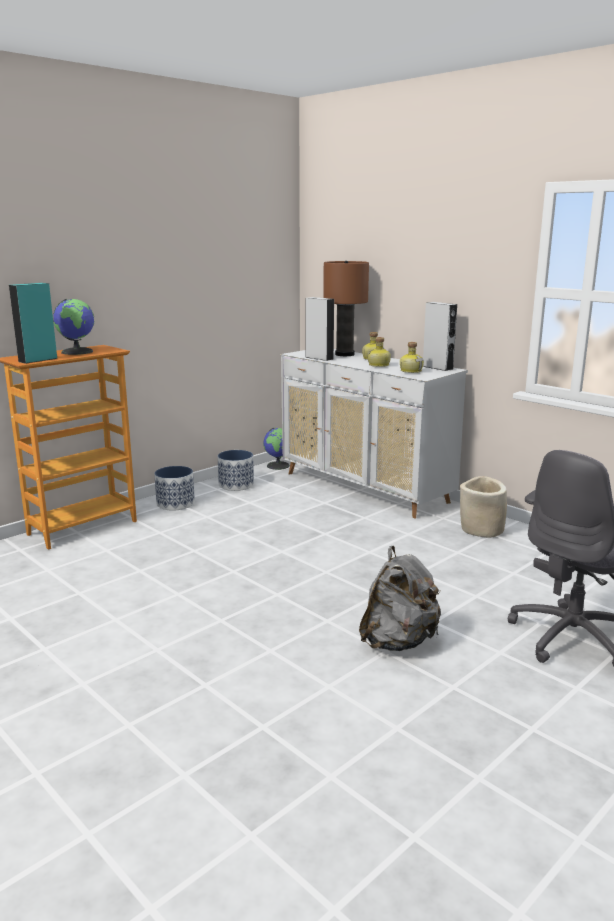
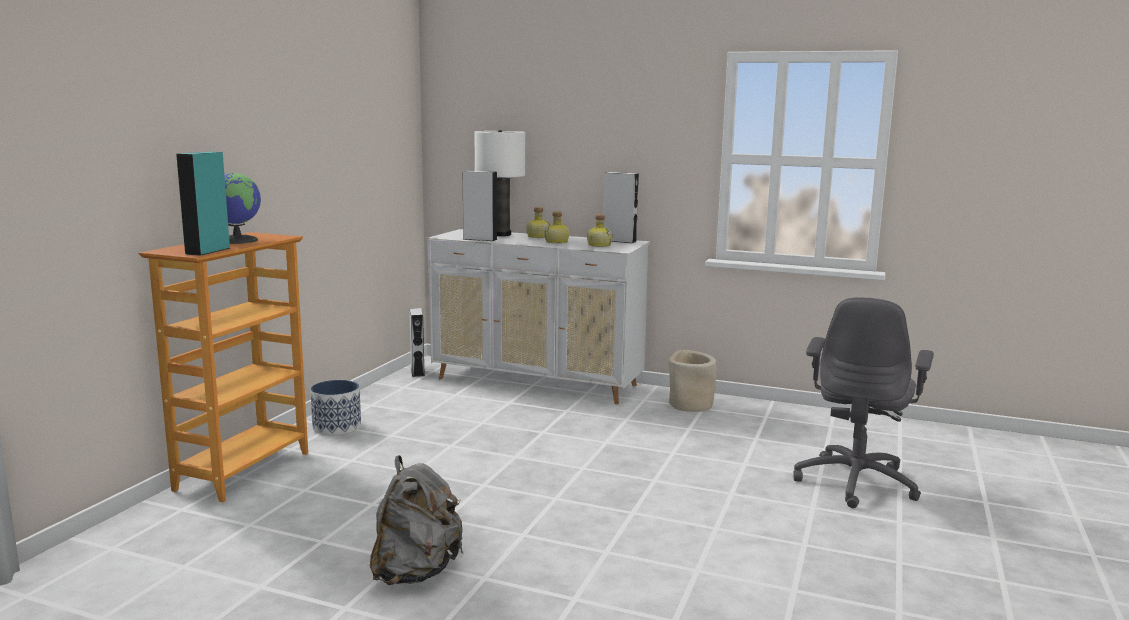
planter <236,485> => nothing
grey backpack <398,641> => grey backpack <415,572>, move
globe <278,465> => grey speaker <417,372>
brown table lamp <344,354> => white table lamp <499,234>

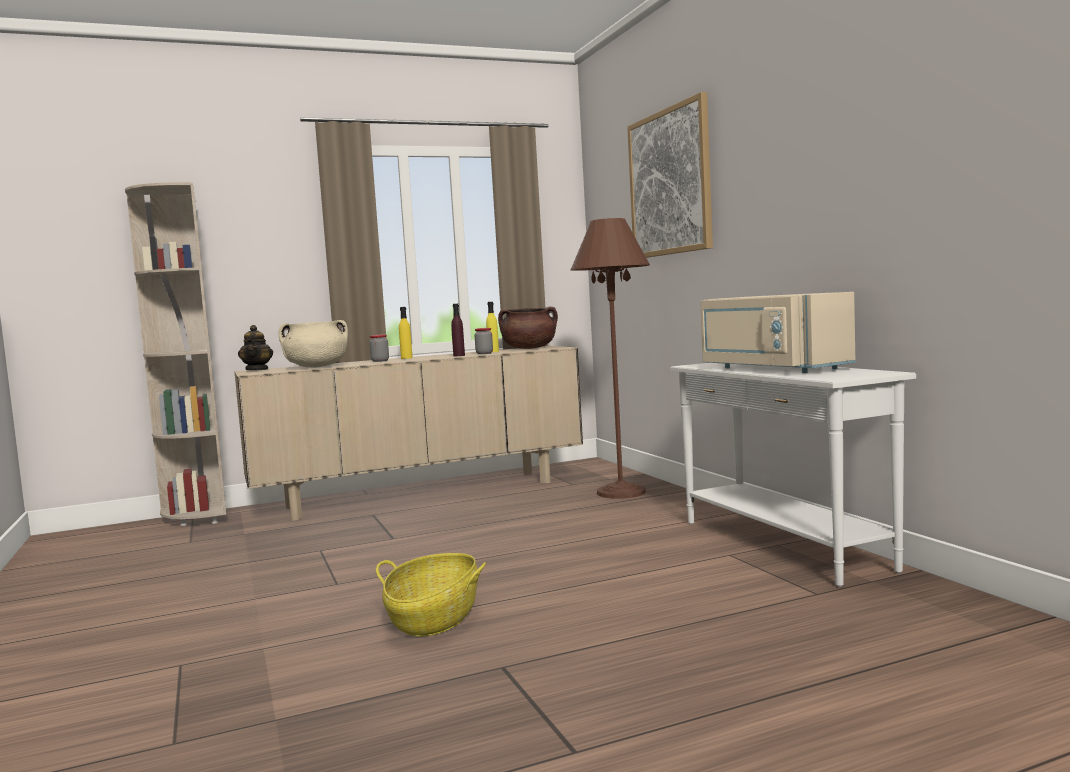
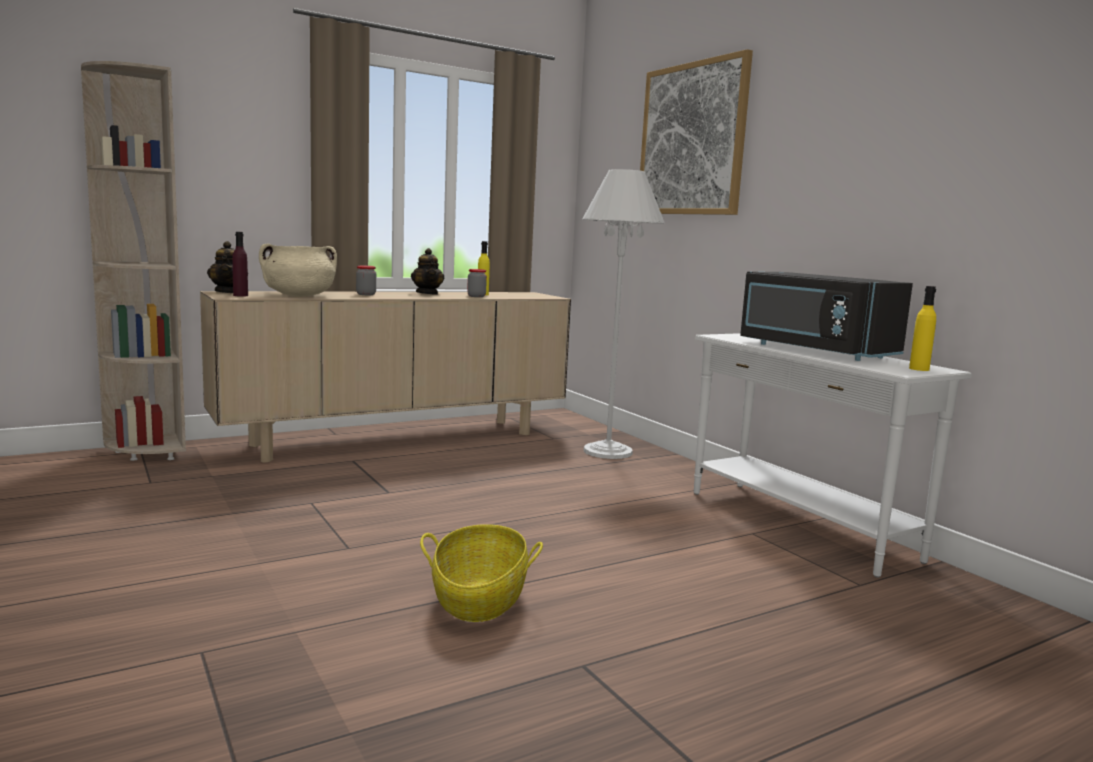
brown cooking pot <529,348> => nothing
nothing => teapot <427,293>
yellow bottle <406,358> => yellow bottle <919,369>, move
purple bottle <459,355> => purple bottle <240,295>, move
brown floor lamp <621,492> => white floor lamp <608,451>
beige microwave <770,369> => black microwave <812,350>

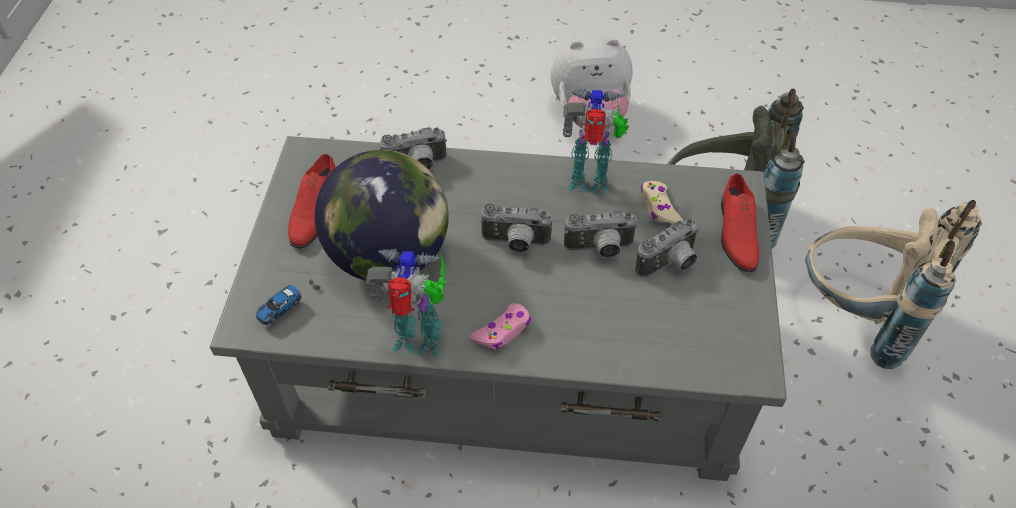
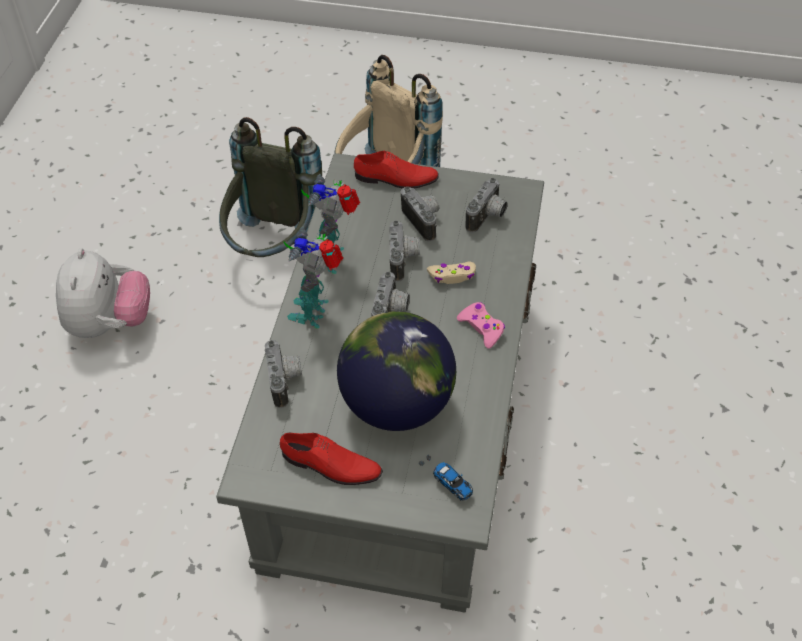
nothing => photo camera <488,217>
toy robot <420,342> => toy robot <314,310>, move
beige game controller <659,208> => beige game controller <452,276>, move

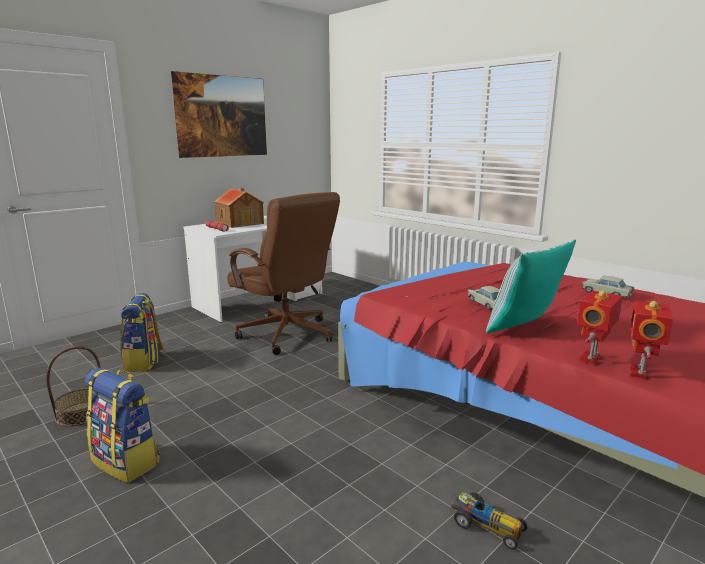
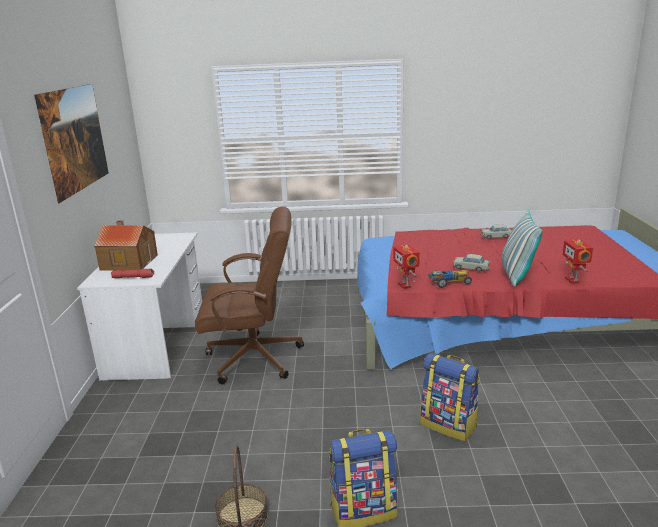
backpack <144,362> => backpack <449,425>, move
toy car <485,525> => toy car <448,282>, move
toy robot <640,373> => toy robot <405,285>, move

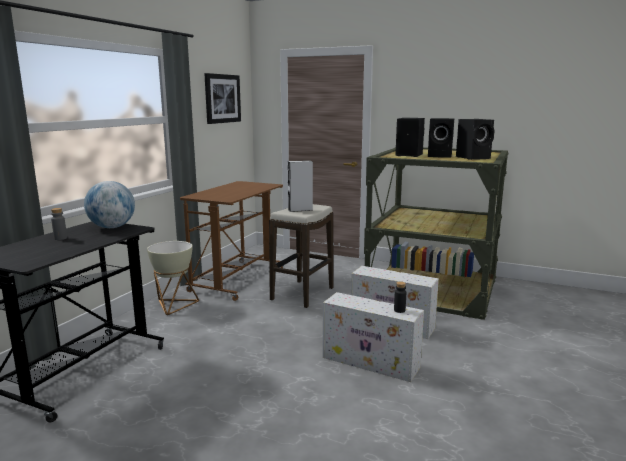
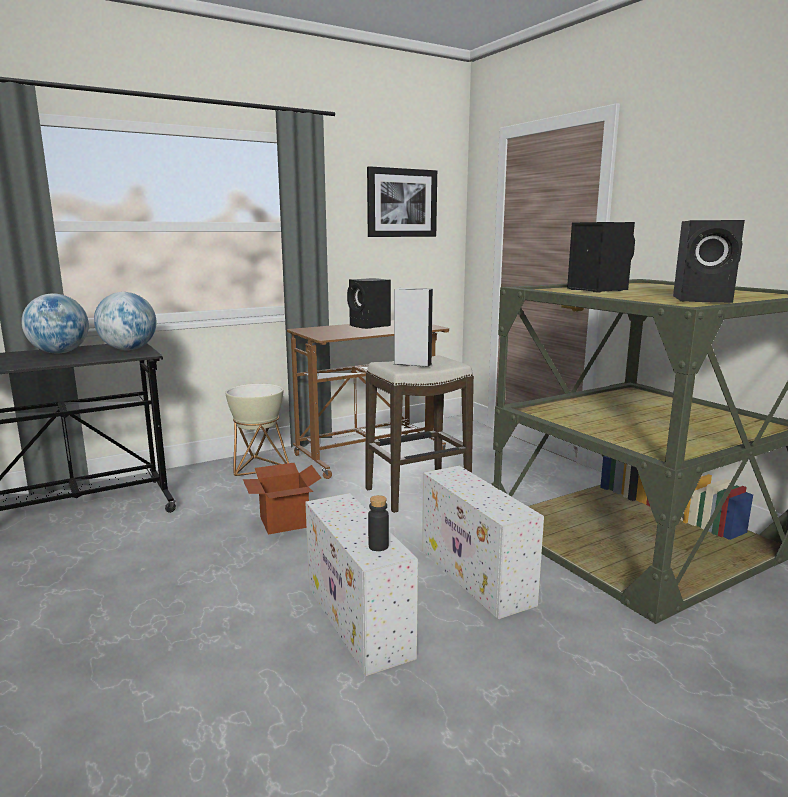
nothing => cardboard box <284,522>
black speaker <441,156> => black speaker <370,326>, move
grey bottle <60,238> => globe <60,353>

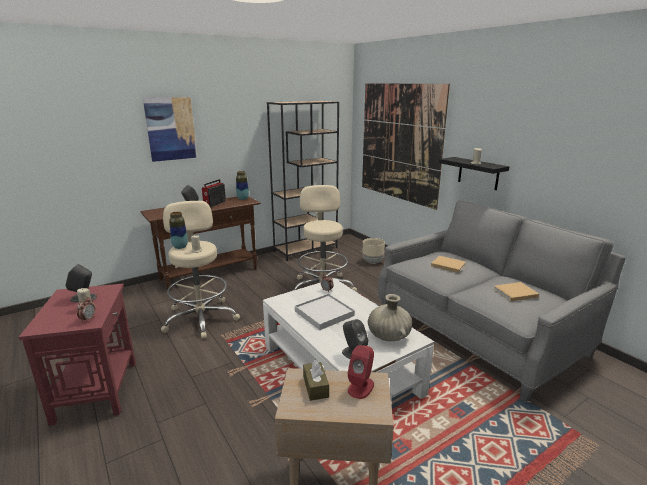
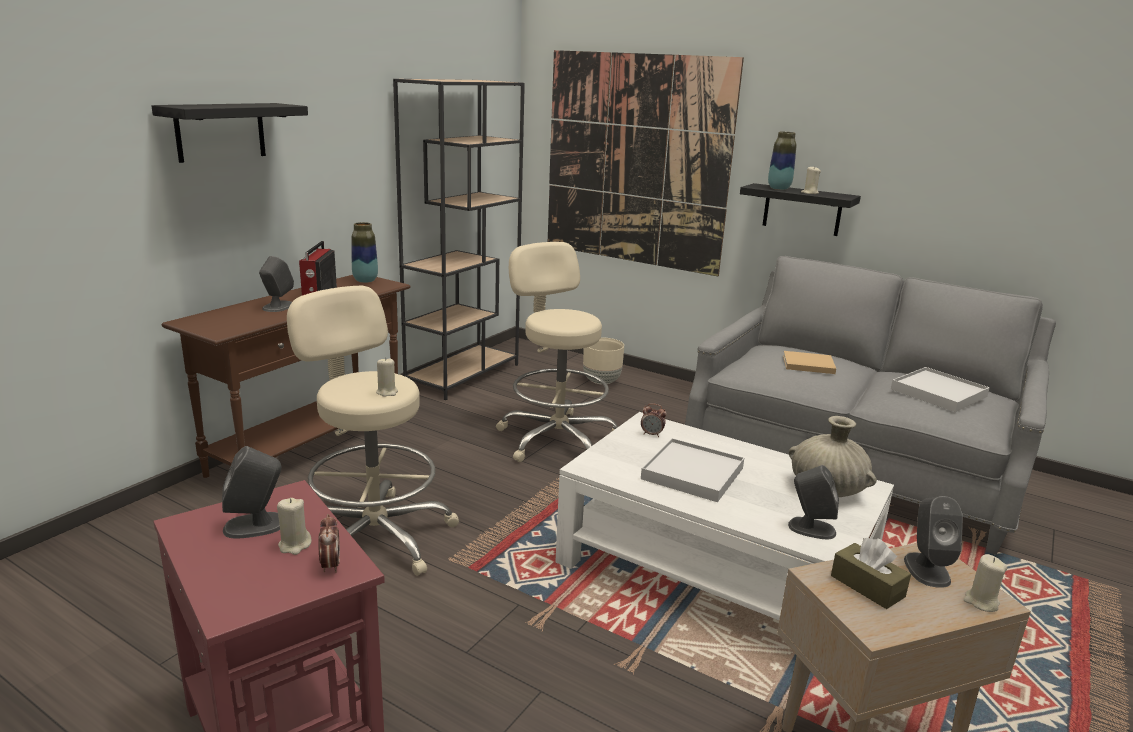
nothing => beige candle <981,602>
vase <180,247> => vase <779,189>, move
picture <171,129> => black shelf <220,131>
beige book <514,293> => white tray <938,393>
red speaker <361,387> => grey speaker <926,569>

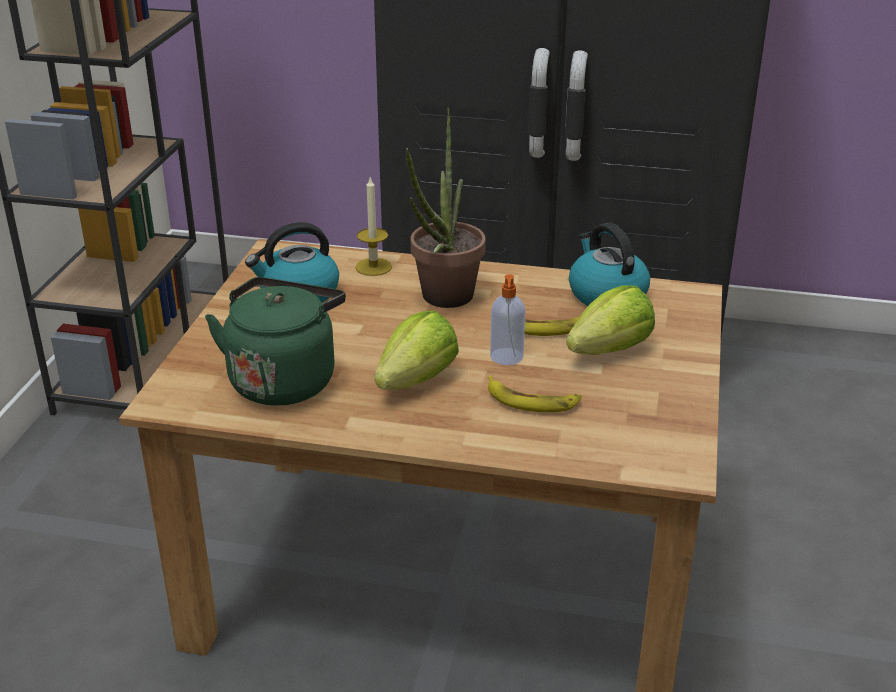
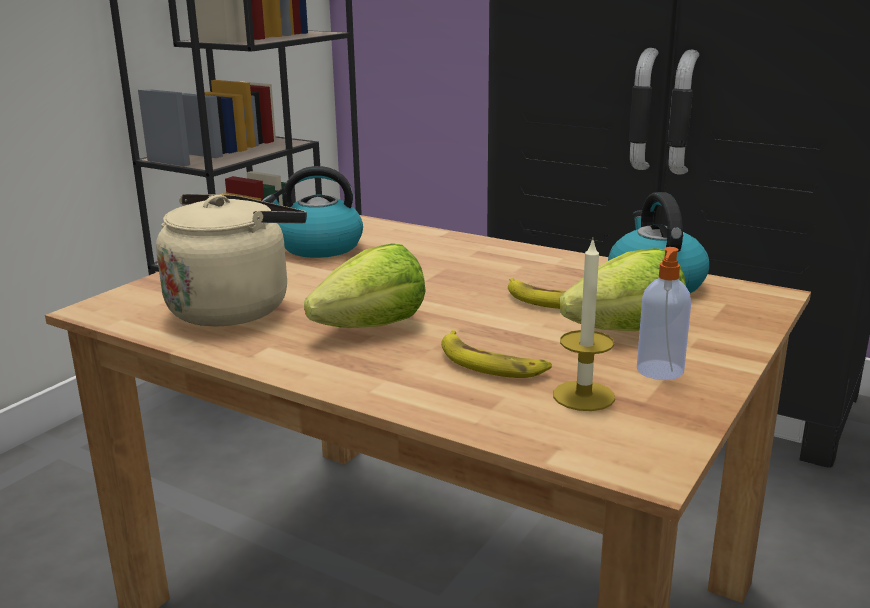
potted plant <442,301> => nothing
candle <373,267> => candle <583,396>, move
soap dispenser <506,357> => soap dispenser <659,371>, move
green kettle <284,379> => beige kettle <234,307>

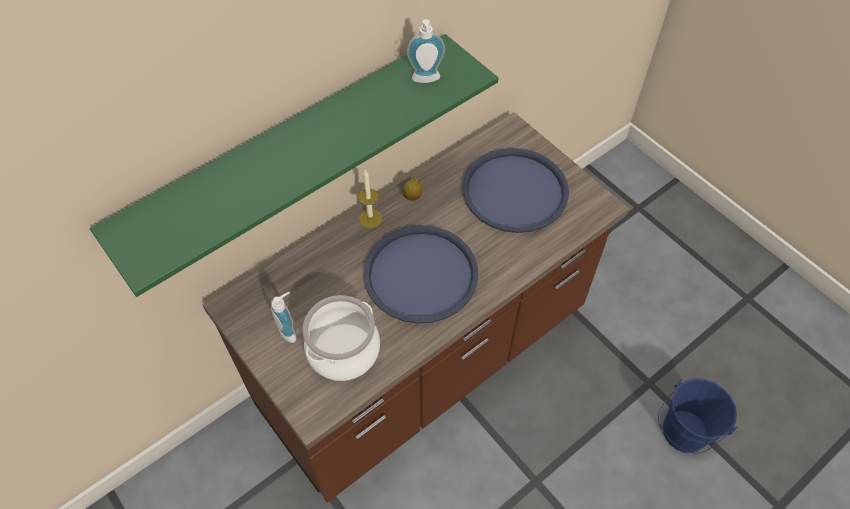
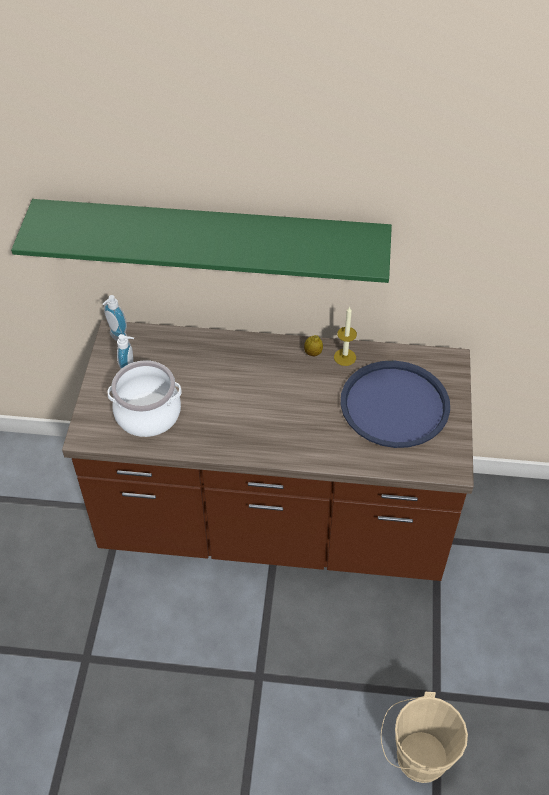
blue tray <421,274> => nothing
candle <370,218> => candle <345,357>, move
soap dispenser <426,80> => soap dispenser <117,338>, move
blue bucket <681,435> => beige bucket <415,757>

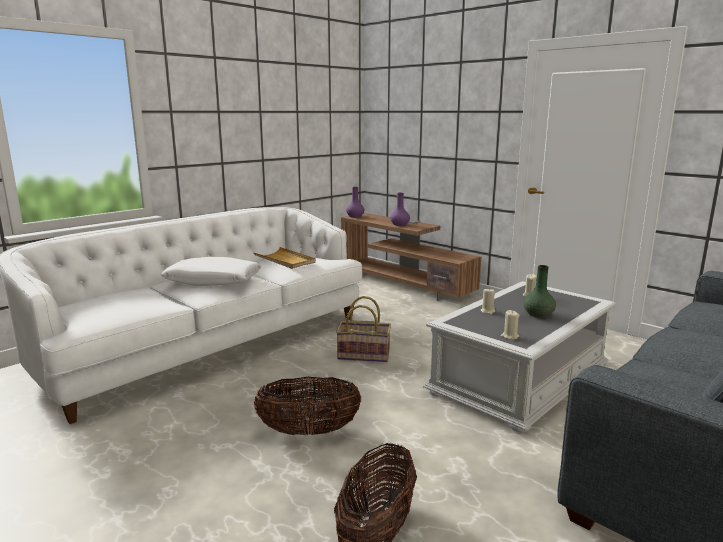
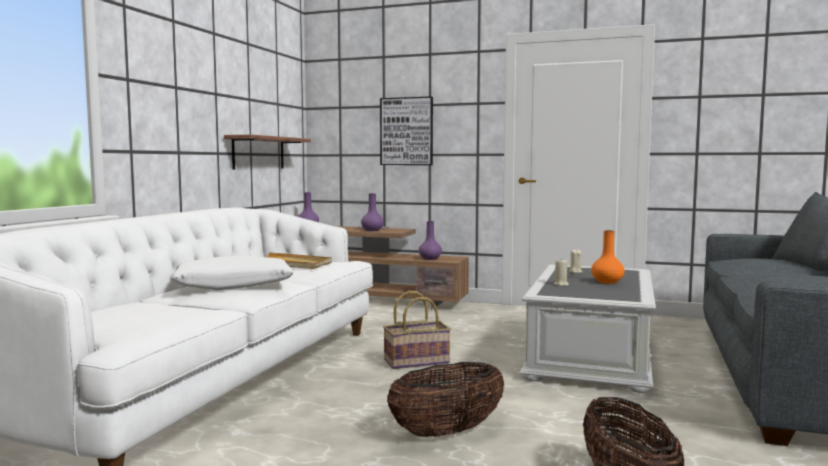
beige candle <509,336> => nothing
nothing => shelf <258,153>
nothing => picture <406,131>
nothing => purple vase <430,258>
green vase <538,314> => orange vase <607,282>

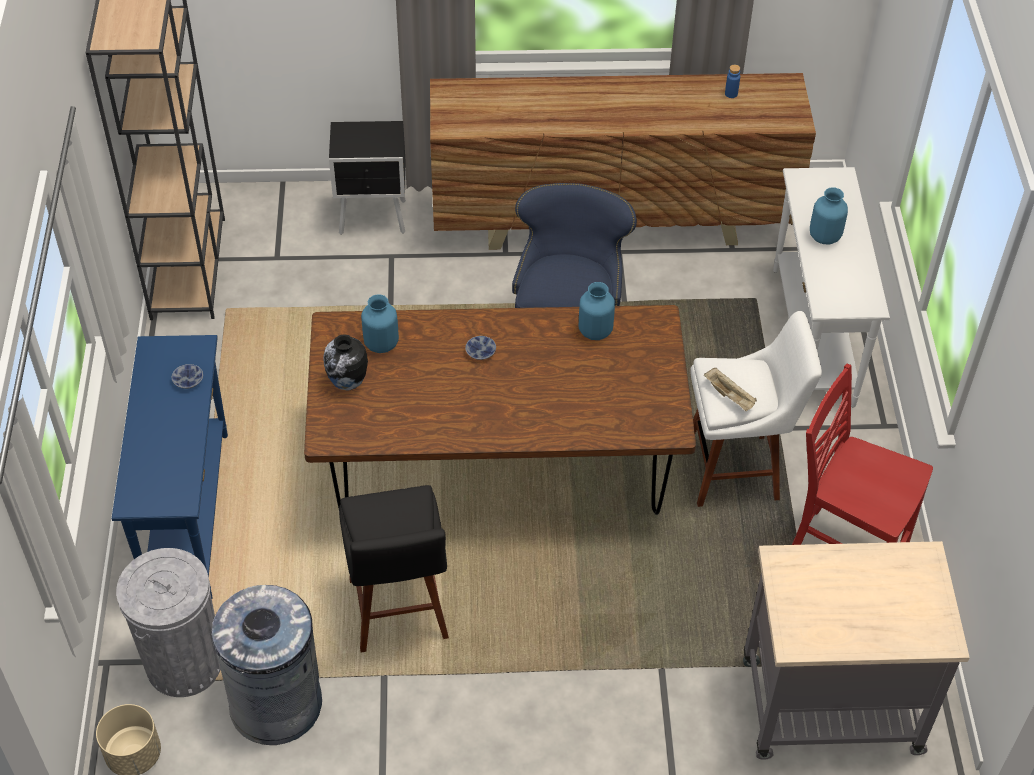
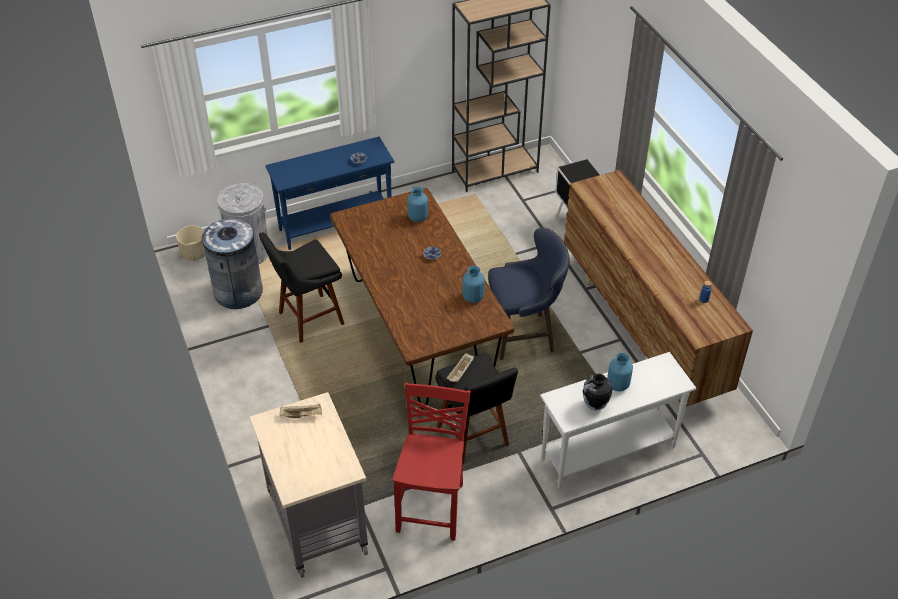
nothing => beige tray <302,415>
vase <348,384> => vase <594,406>, move
white stool <737,470> => black stool <474,439>

